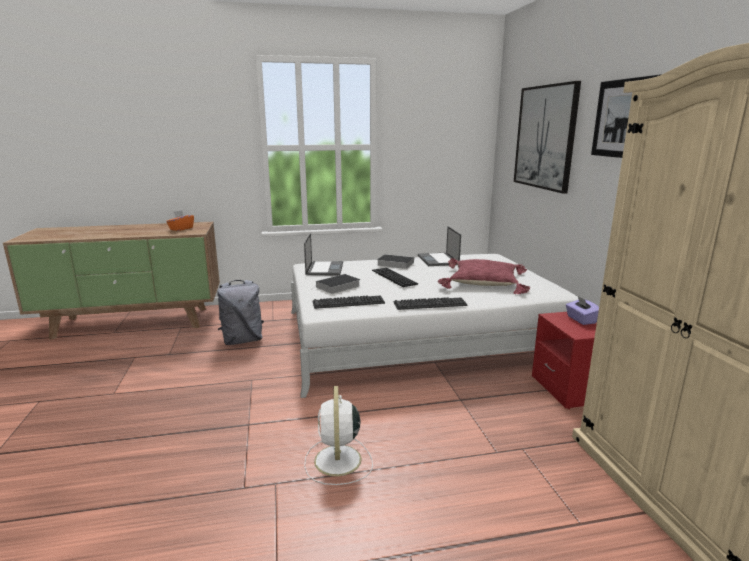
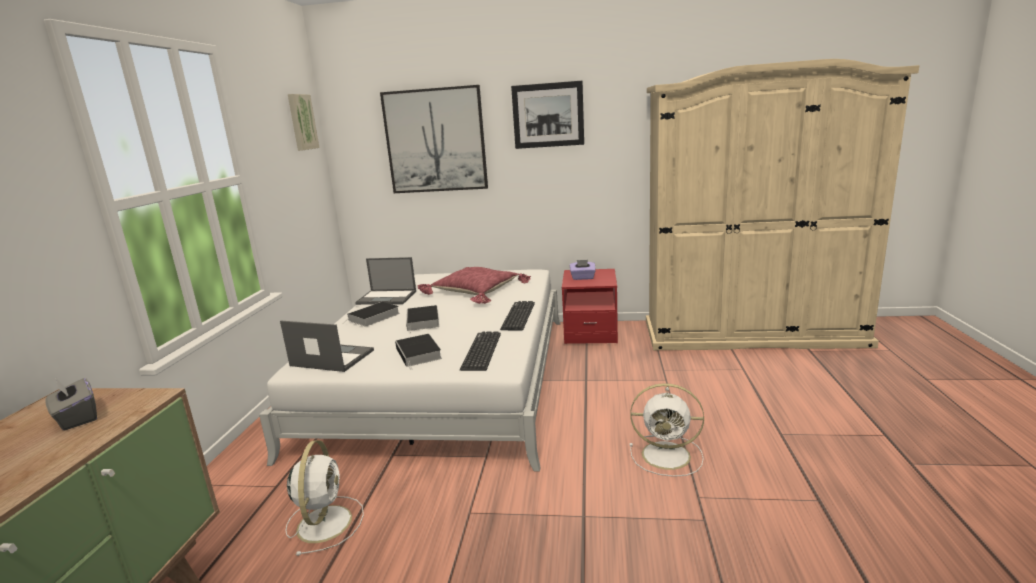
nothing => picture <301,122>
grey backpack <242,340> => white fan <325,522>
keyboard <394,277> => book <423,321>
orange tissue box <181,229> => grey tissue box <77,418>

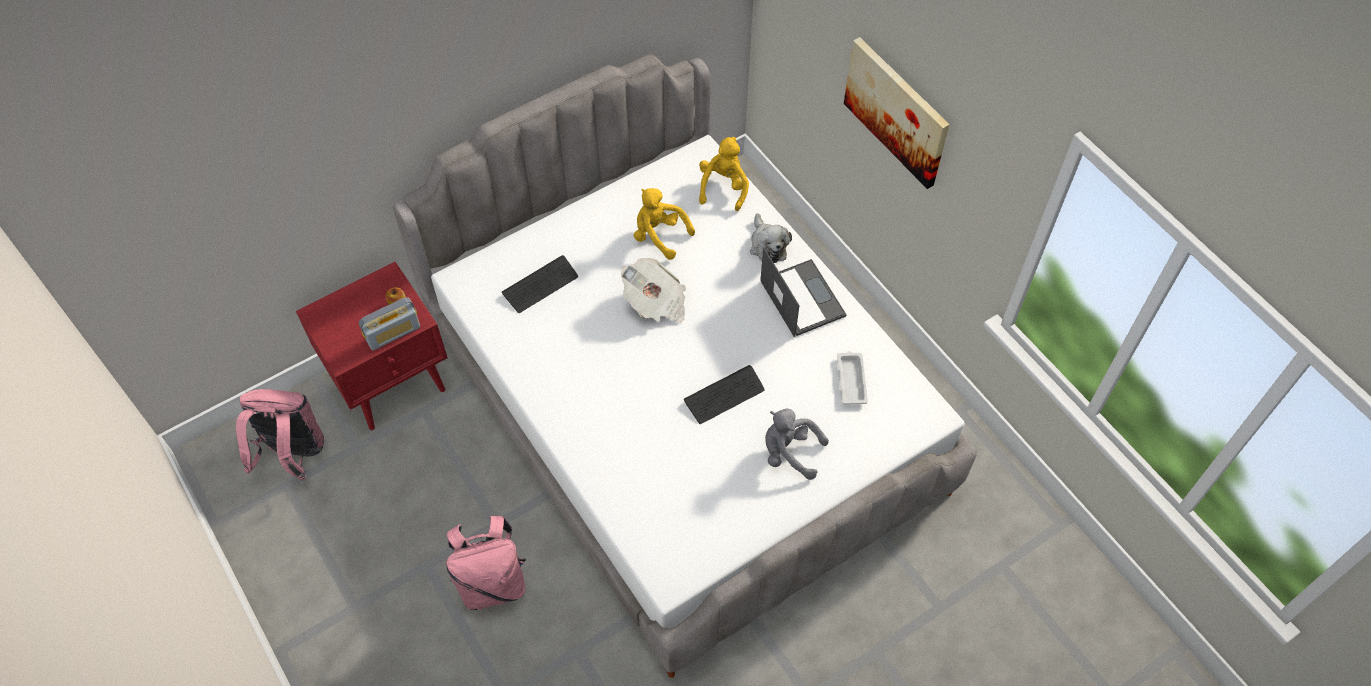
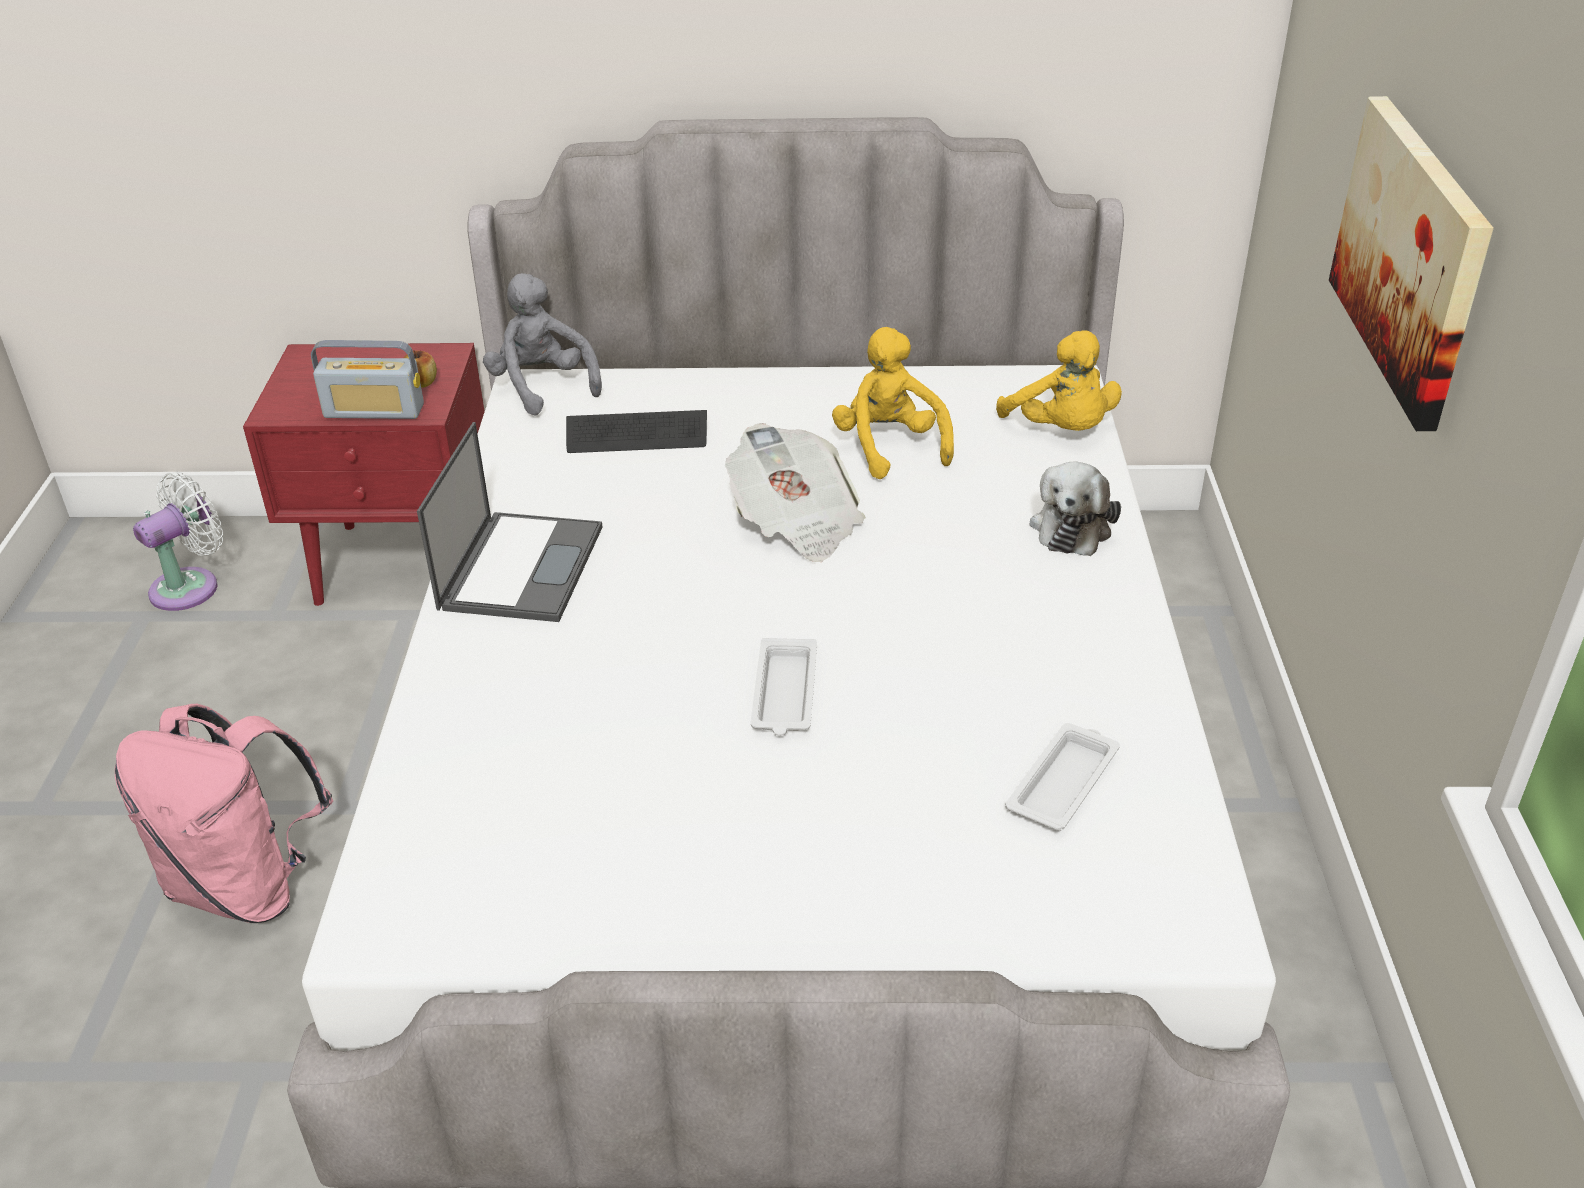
laptop <801,297> => laptop <521,566>, move
grey plush toy <789,452> => grey plush toy <542,387>, move
pink backpack <293,454> => white fan <191,586>
keyboard <724,395> => white tray <784,694>
yellow plush toy <723,187> => yellow plush toy <1061,430>, 105 degrees clockwise

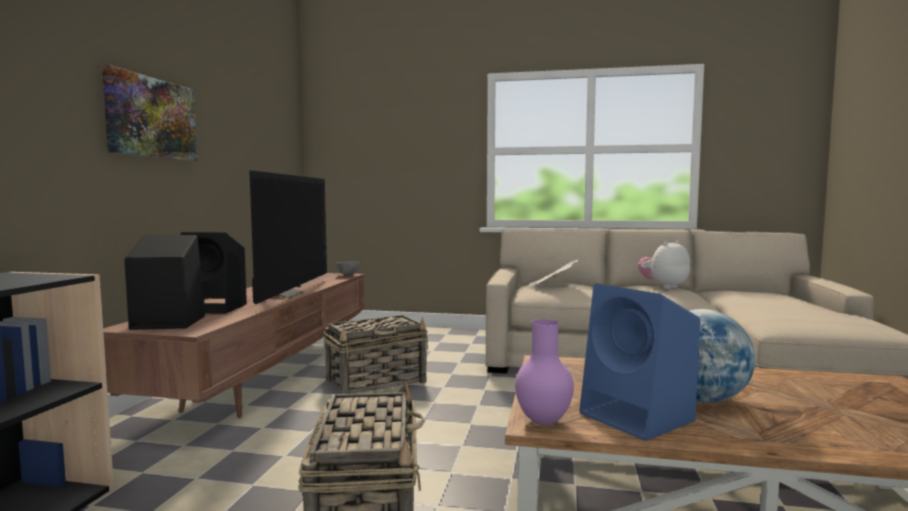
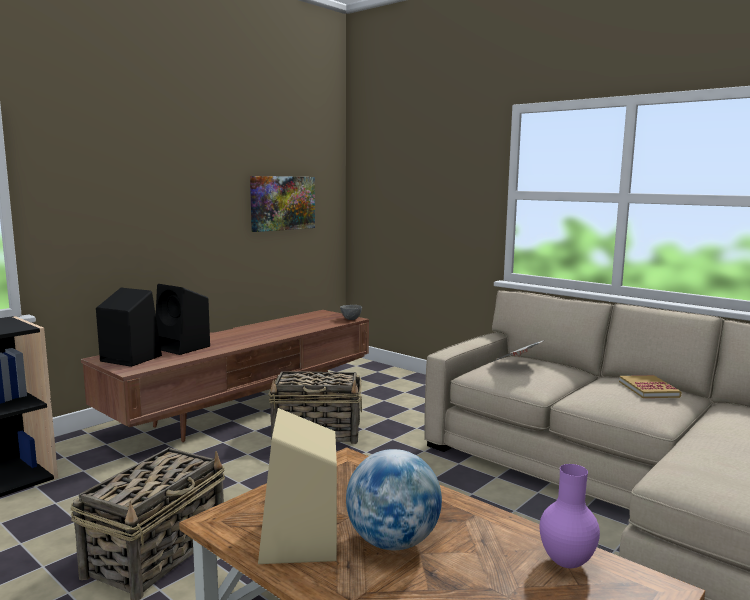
television <286,294> => nothing
picture <151,118> => picture <282,203>, move
purple vase <544,421> => purple vase <568,563>, move
plush toy <664,287> => book <648,389>
blue speaker <639,418> => beige speaker <300,541>

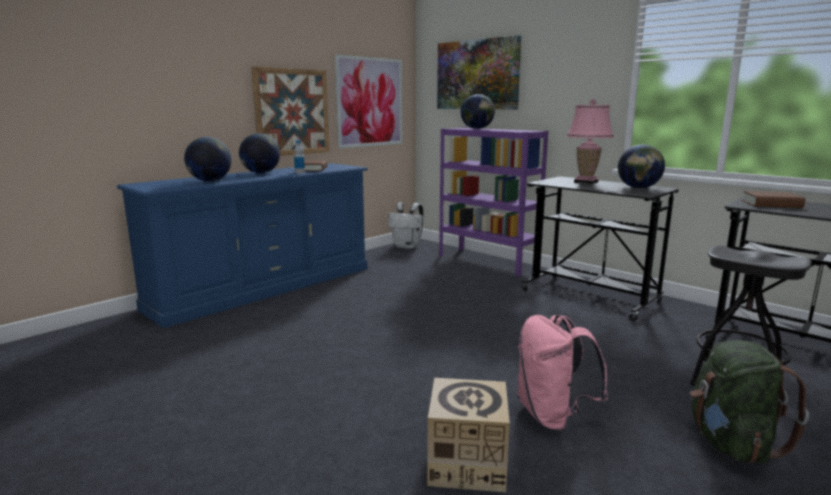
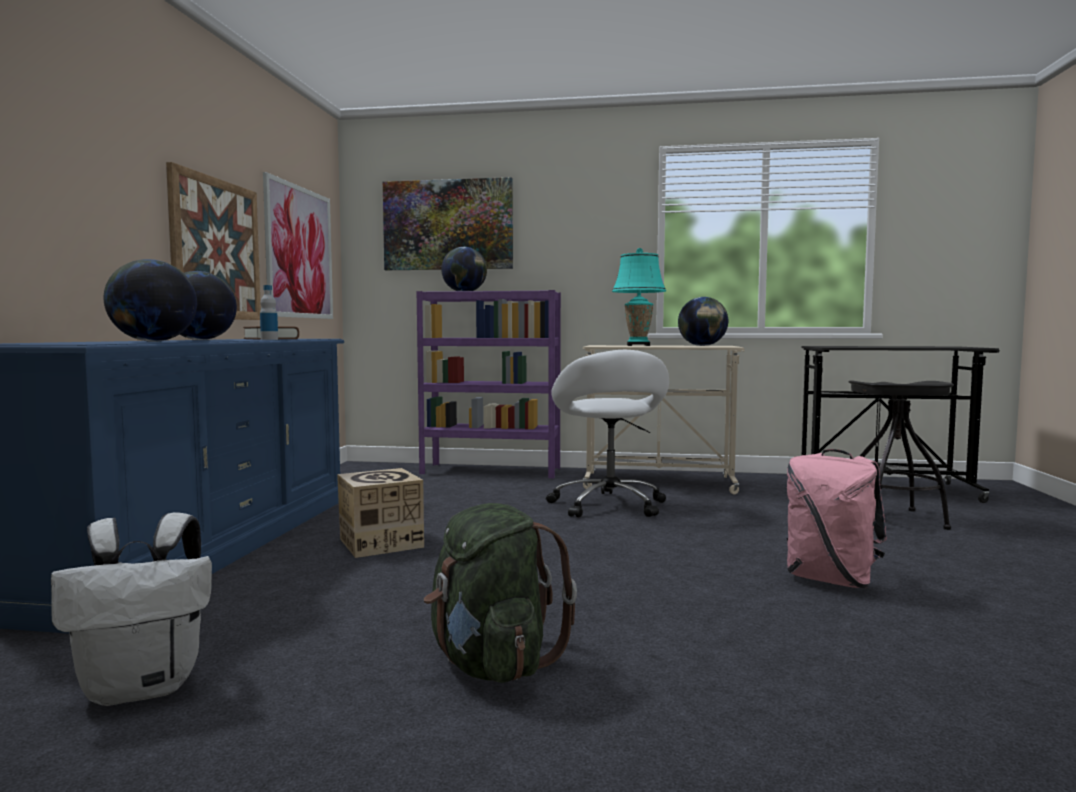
brown book <771,204> => nothing
nothing => white office chair <609,506>
white backpack <407,246> => white backpack <145,687>, move
cardboard box <467,463> => cardboard box <380,543>, move
green backpack <731,443> => green backpack <492,664>, move
black desk <590,296> => beige desk <659,483>
pink table lamp <586,182> => turquoise table lamp <638,345>

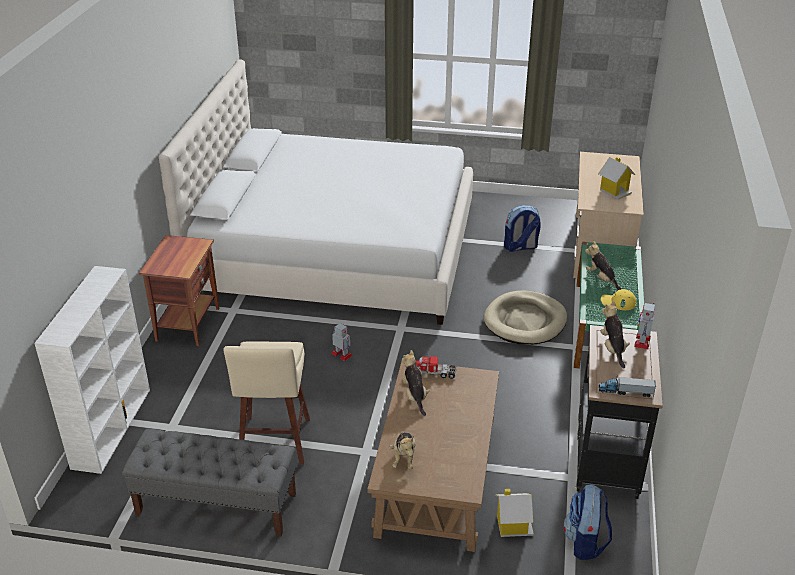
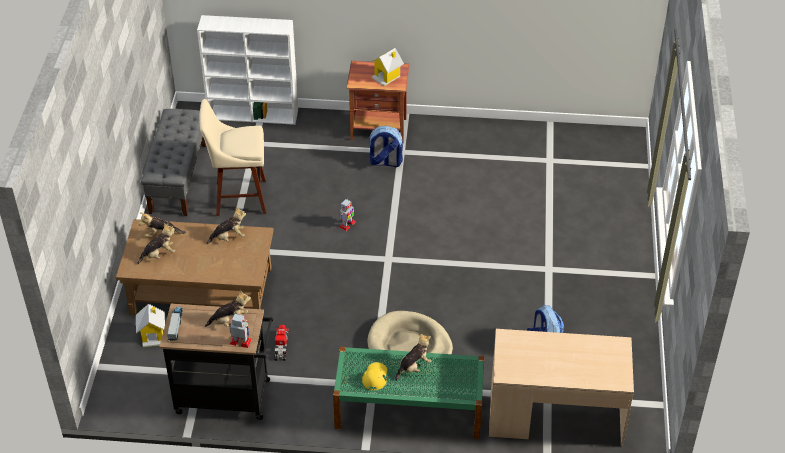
white bed <334,249> => nothing
nothing => plush toy <159,255>
toy truck <432,373> => toy truck <281,345>, move
backpack <585,542> => backpack <385,162>, move
toy house <614,191> => toy house <387,76>, move

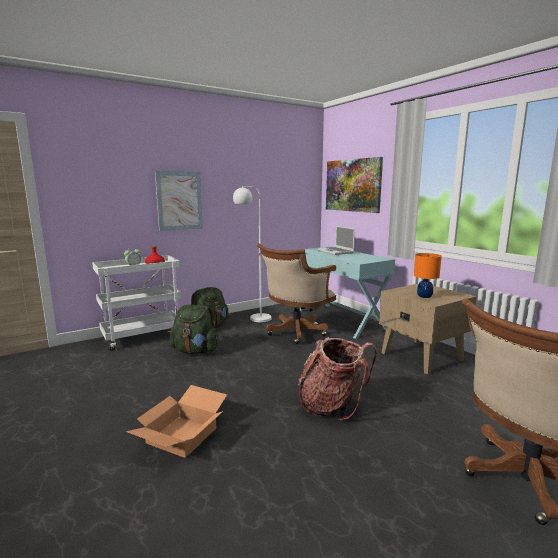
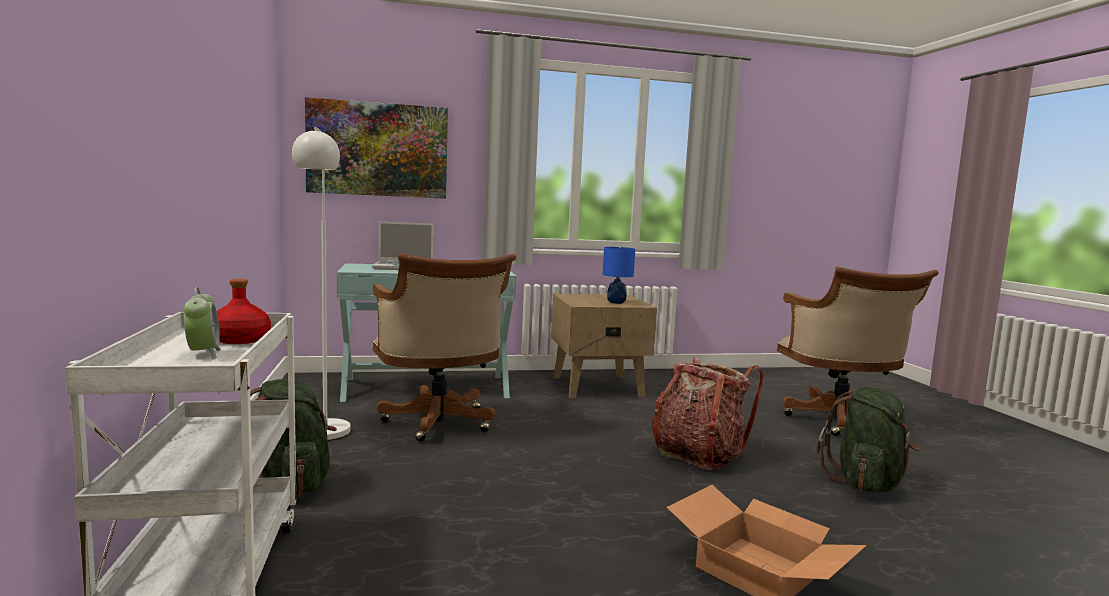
picture <179,201> => nothing
green backpack <195,351> => green backpack <866,483>, move
orange table lamp <424,297> => blue table lamp <616,303>

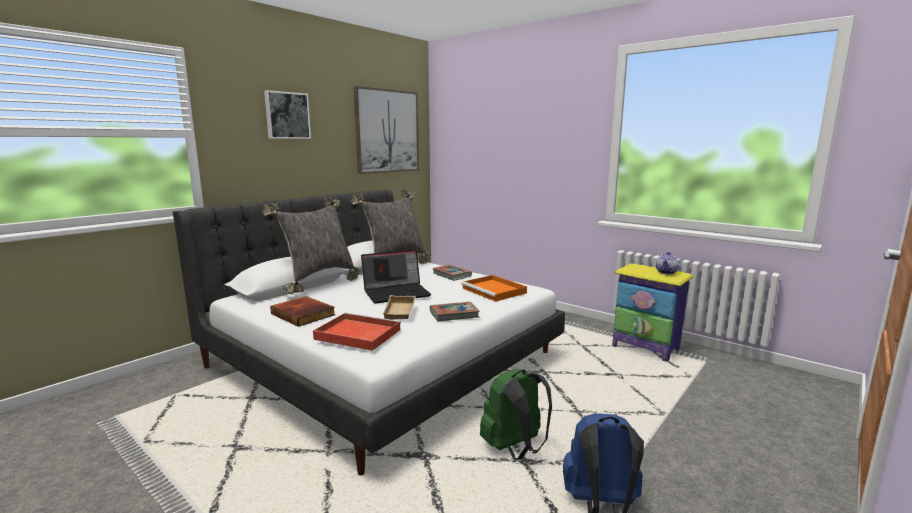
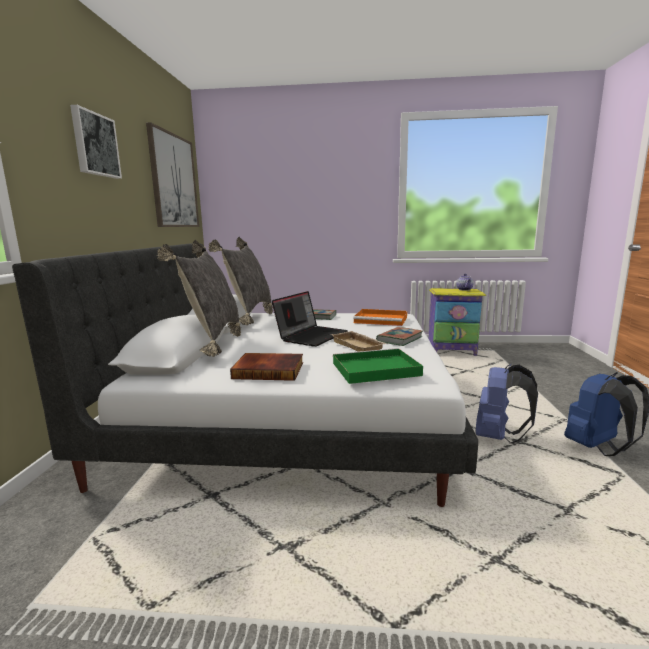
red tray <356,334> => green tray <374,369>
green backpack <515,448> => blue backpack <498,437>

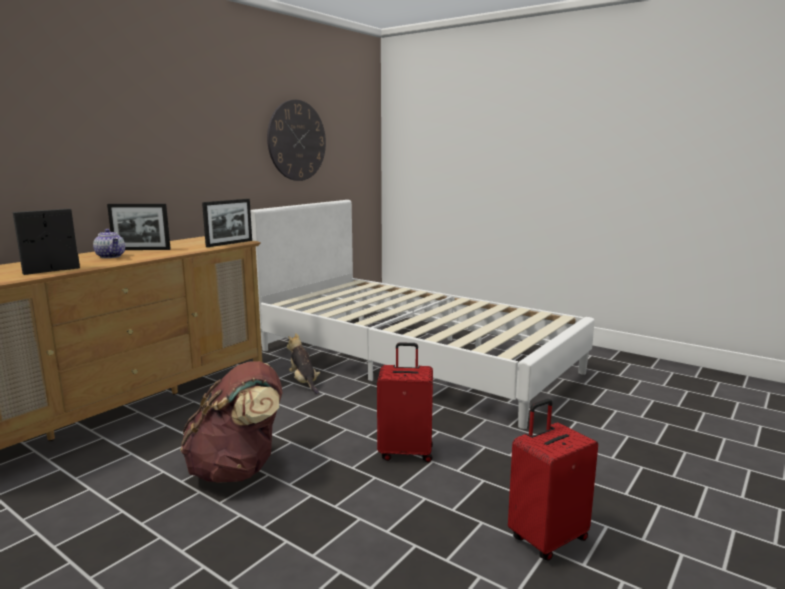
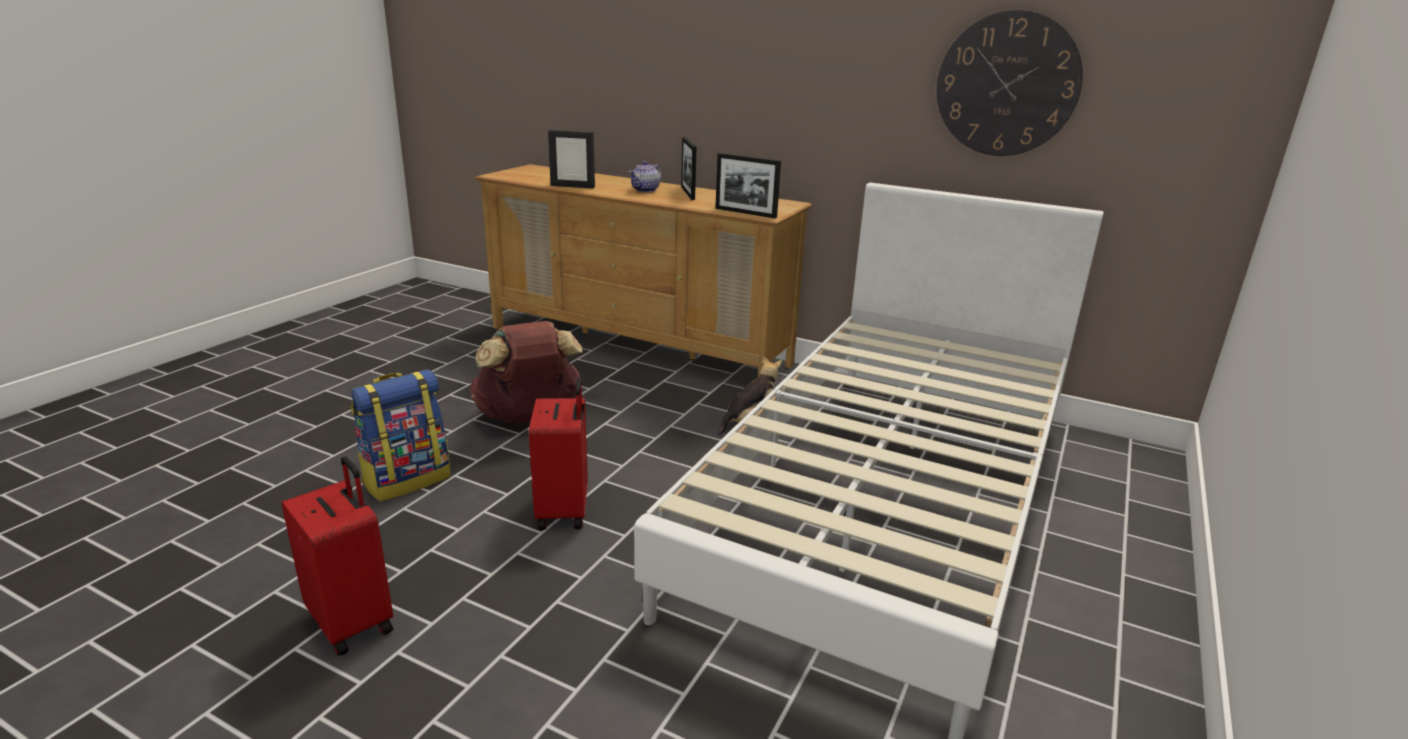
nothing => backpack <407,479>
picture frame <51,271> => picture frame <573,186>, 150 degrees clockwise

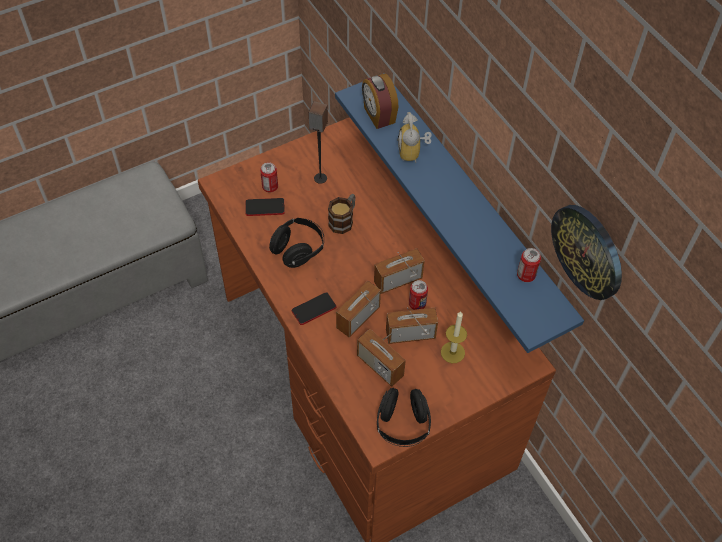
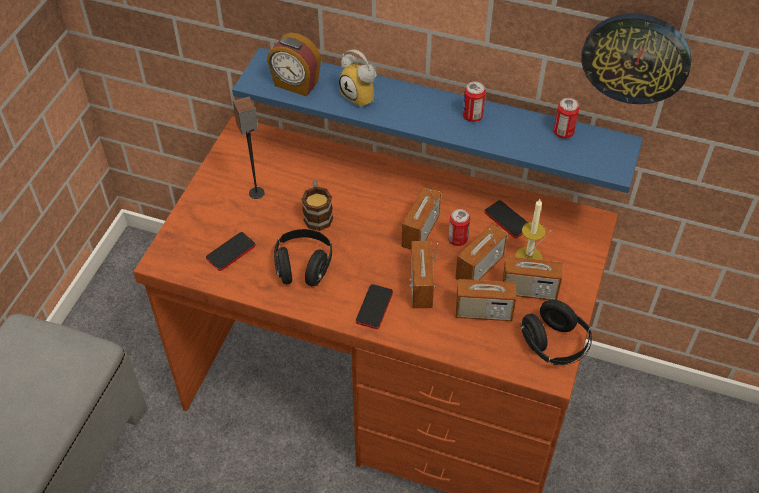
nothing => phone <507,220>
nothing => radio <529,290>
can <270,187> => can <472,116>, move

